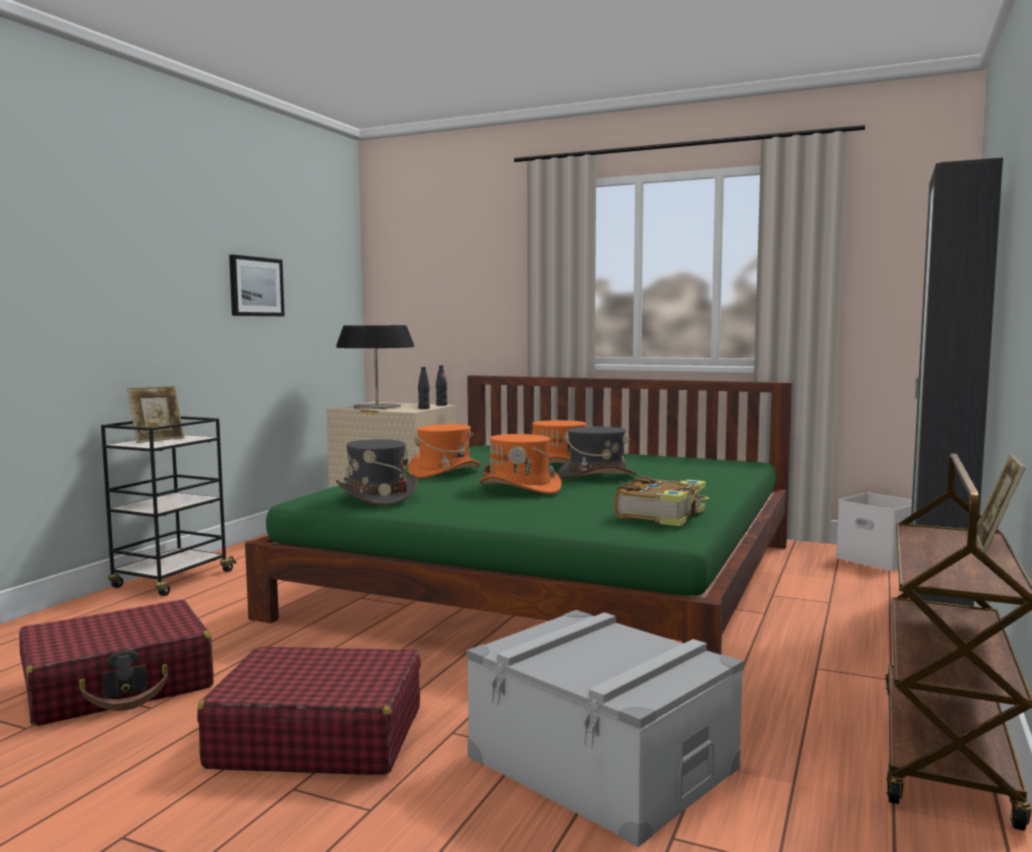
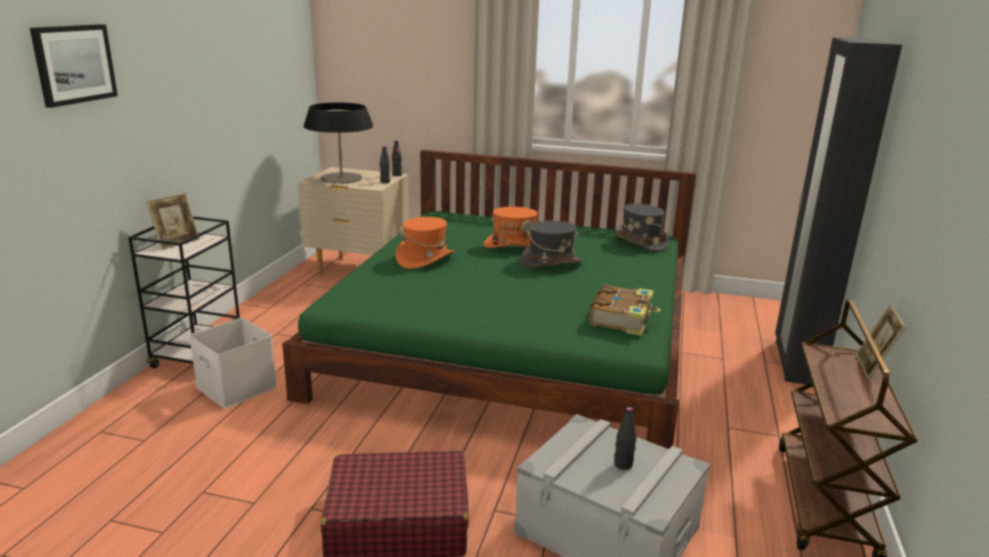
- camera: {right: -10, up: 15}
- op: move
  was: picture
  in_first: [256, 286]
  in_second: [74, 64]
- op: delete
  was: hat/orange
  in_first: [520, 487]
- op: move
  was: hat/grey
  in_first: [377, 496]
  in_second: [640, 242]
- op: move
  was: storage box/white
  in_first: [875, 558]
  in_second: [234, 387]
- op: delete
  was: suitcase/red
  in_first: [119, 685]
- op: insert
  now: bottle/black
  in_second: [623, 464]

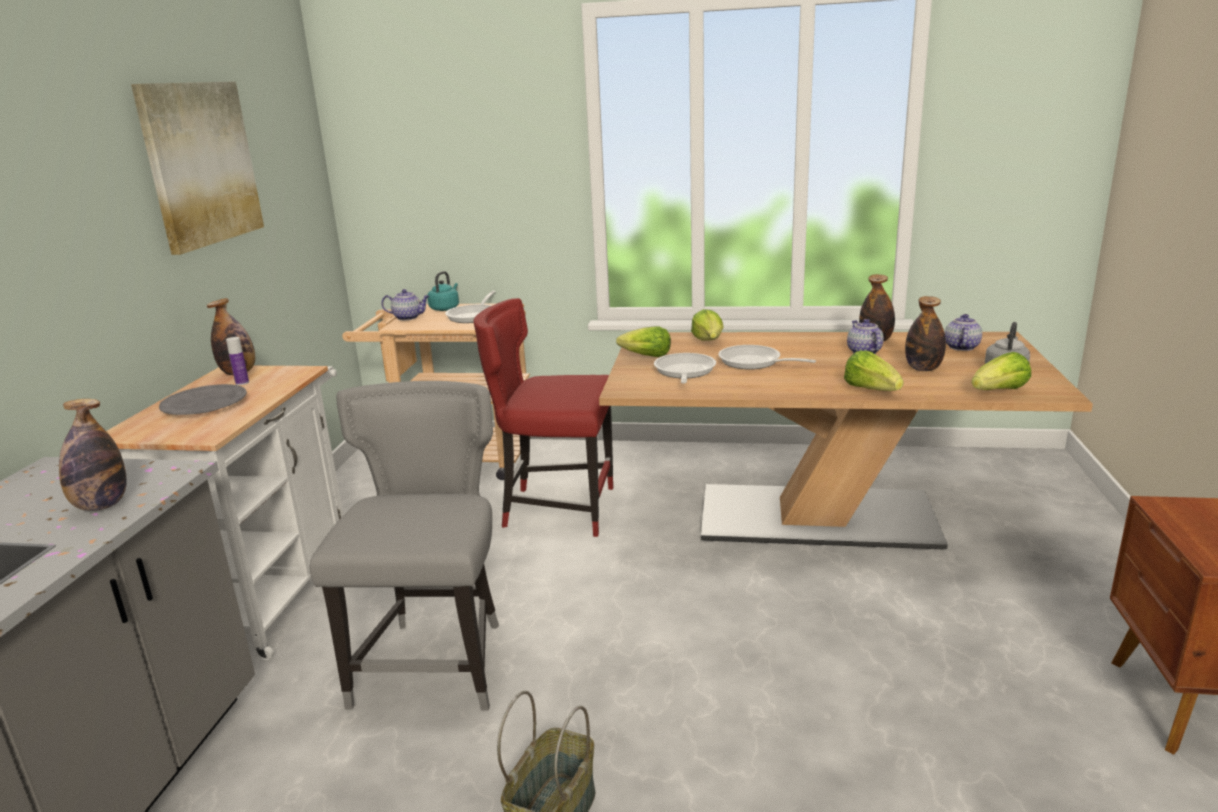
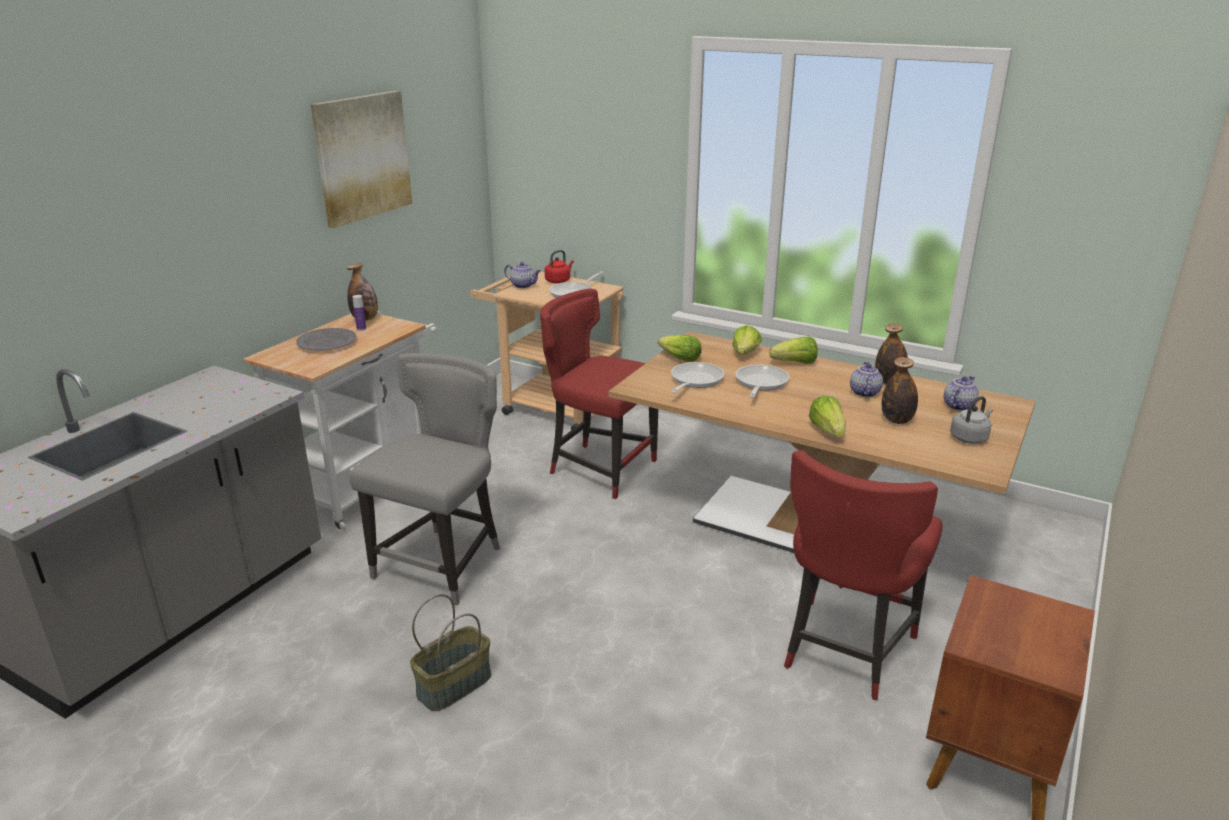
- camera: {right: 20, up: 5}
- op: recolor
  was: kettle/turquoise
  now: kettle/red
  in_first: [445, 308]
  in_second: [559, 281]
- op: rotate
  was: frying pan
  in_first: [754, 362]
  in_second: [760, 383]
  clockwise: 45
- op: move
  was: lettuce
  in_first: [999, 391]
  in_second: [795, 363]
- op: delete
  was: bottle
  in_first: [101, 506]
- op: insert
  now: chair/red
  in_second: [844, 651]

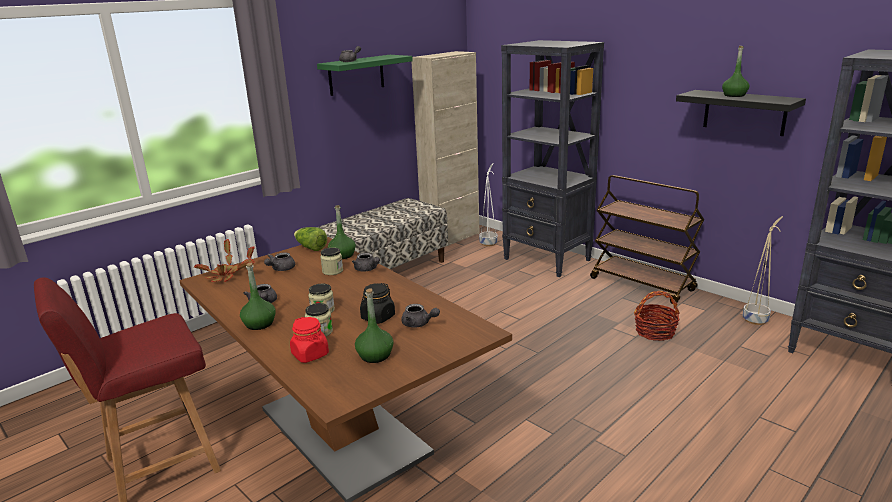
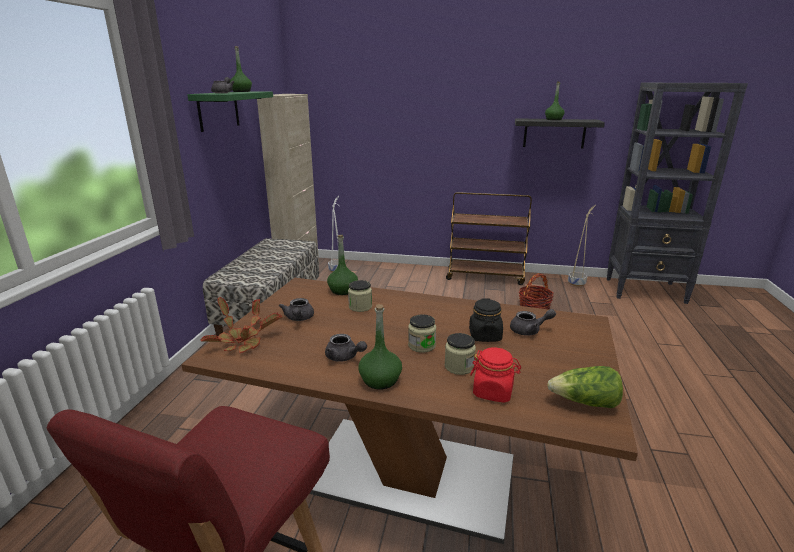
- camera: {right: -35, up: 0}
- op: delete
  was: bookcase/black
  in_first: [547, 260]
- op: move
  was: lettuce
  in_first: [310, 248]
  in_second: [585, 403]
- op: delete
  was: teapot/grey
  in_first: [367, 269]
- op: move
  was: bottle/green
  in_first: [375, 355]
  in_second: [241, 91]

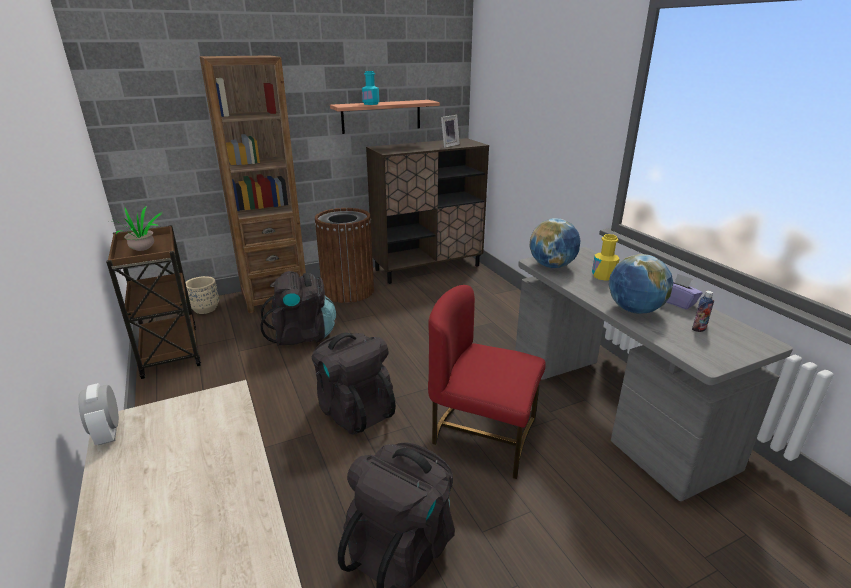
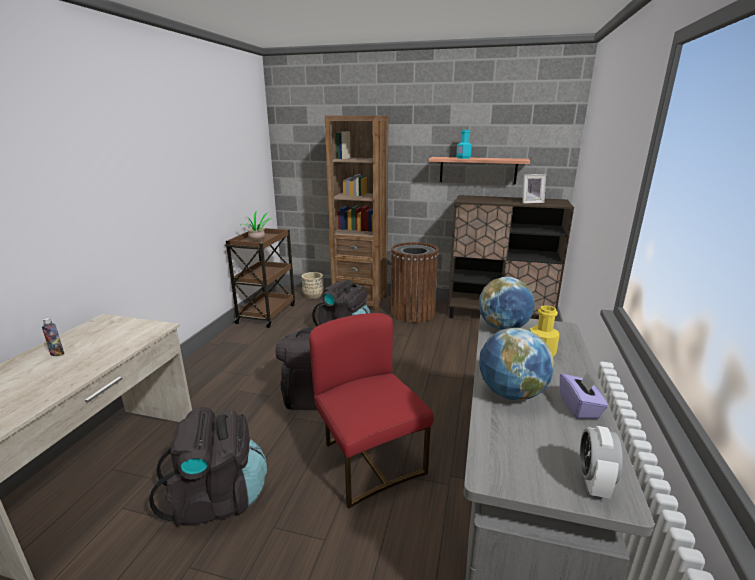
- camera: {right: 40, up: -5}
- op: move
  was: bottle
  in_first: [699, 329]
  in_second: [57, 353]
- op: move
  was: alarm clock
  in_first: [108, 433]
  in_second: [593, 482]

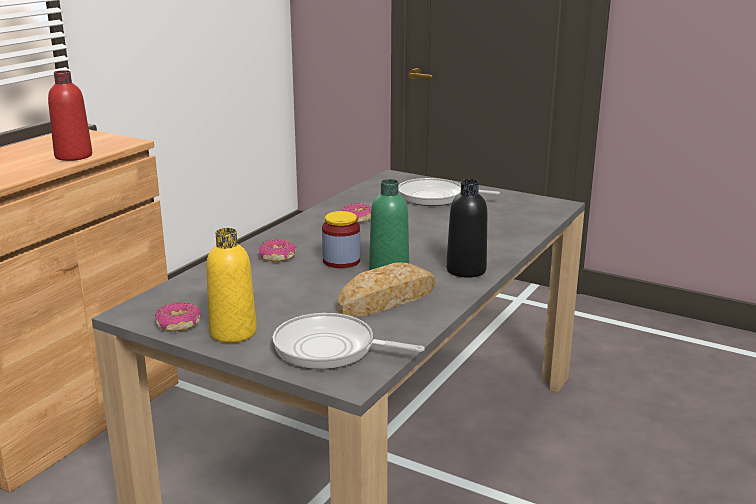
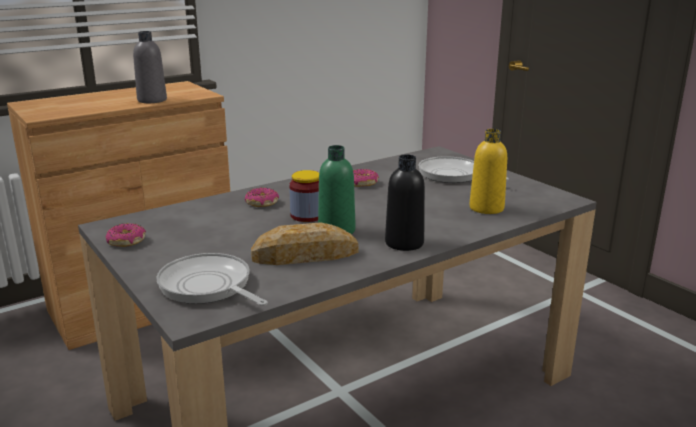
- camera: {right: 25, up: 0}
- op: recolor
  was: bottle/red
  now: bottle/grey
  in_first: [73, 156]
  in_second: [152, 100]
- op: move
  was: bottle/yellow
  in_first: [233, 332]
  in_second: [486, 208]

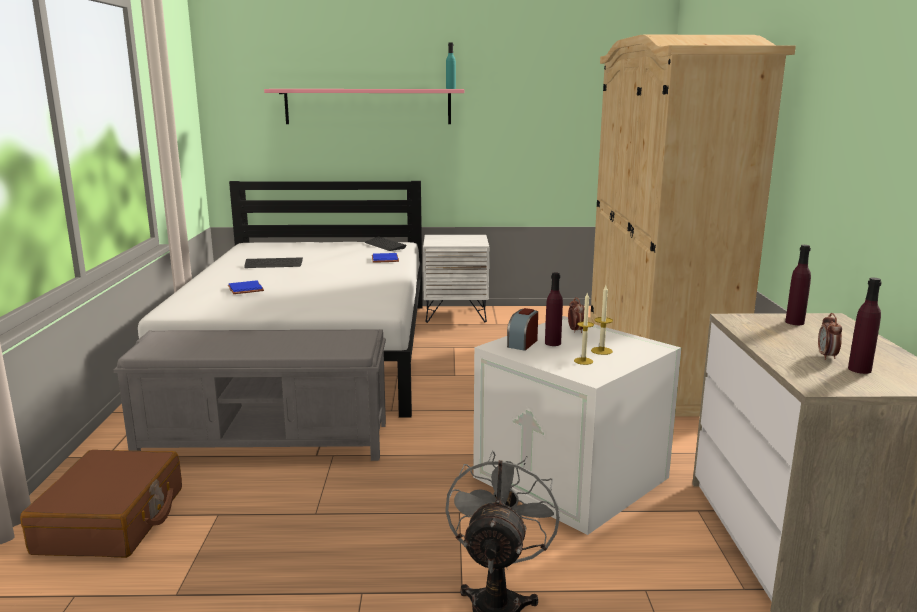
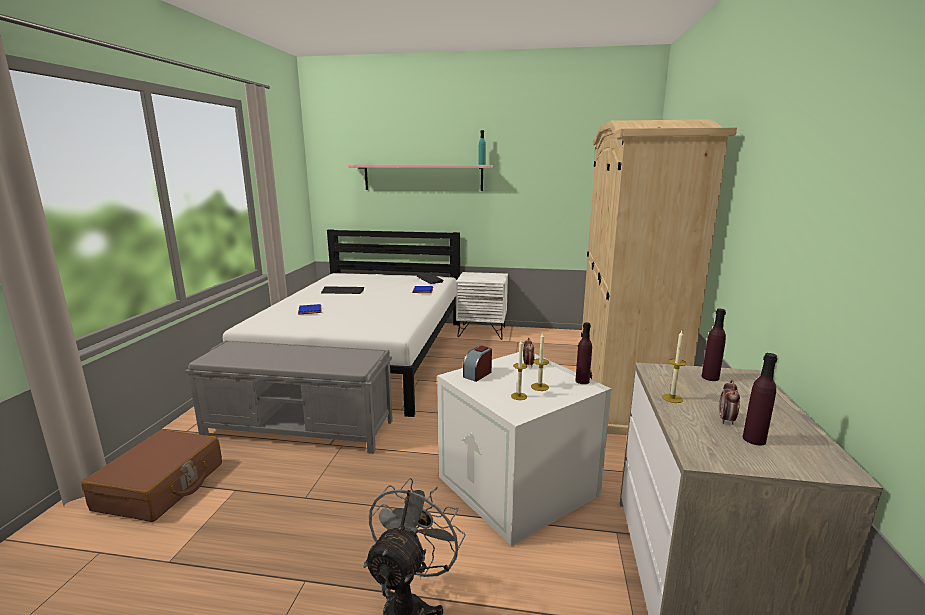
- camera: {right: 10, up: 0}
- op: move
  was: bottle/purple
  in_first: [552, 343]
  in_second: [582, 381]
- op: insert
  now: candle
  in_second: [672, 398]

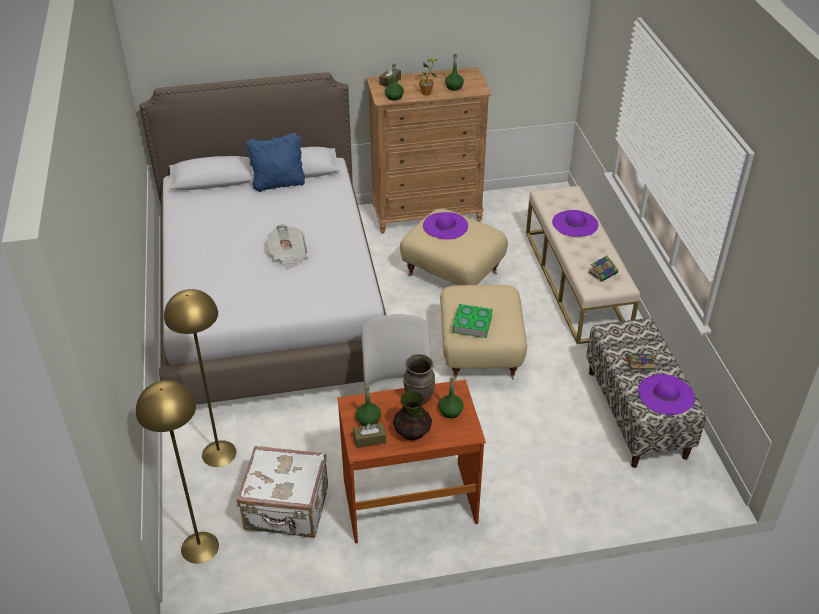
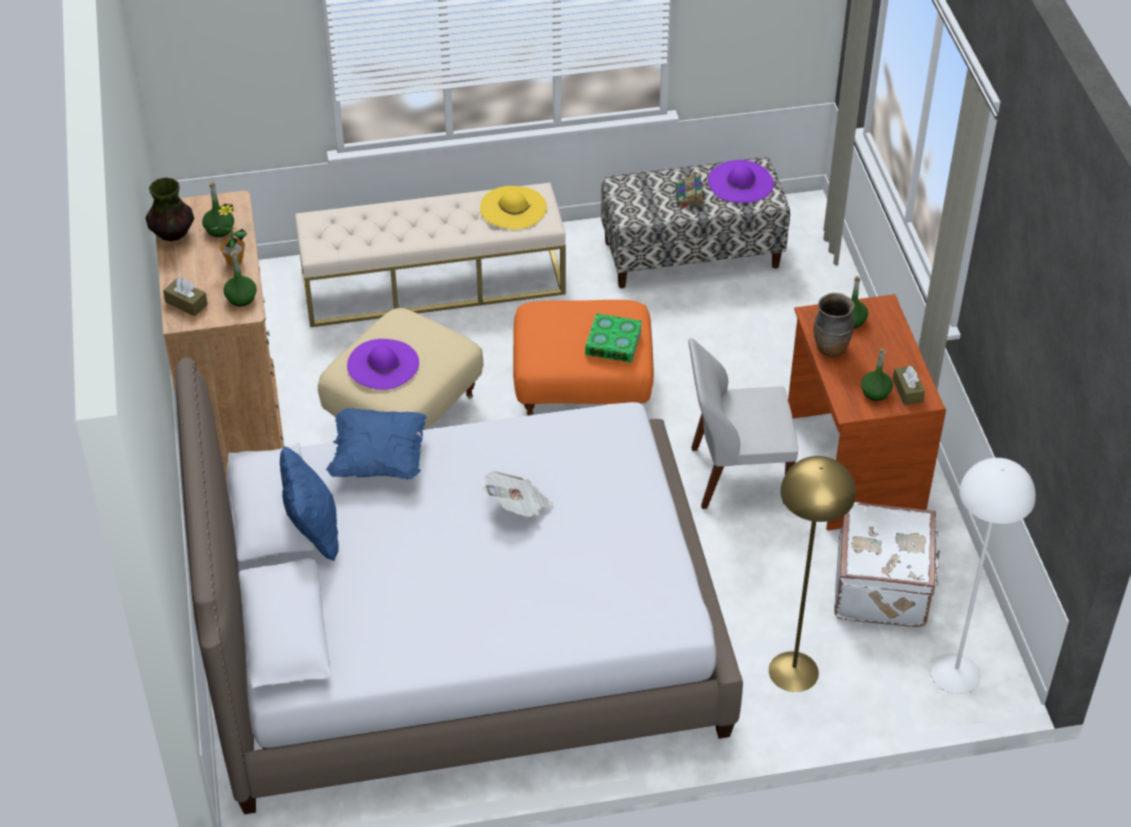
- camera: {right: -90, up: 5}
- op: delete
  was: hat/purple
  in_first: [575, 223]
- op: replace
  was: book
  now: hat/yellow
  in_first: [603, 272]
  in_second: [513, 208]
- op: recolor
  was: ottoman/beige
  now: ottoman/orange
  in_first: [479, 352]
  in_second: [581, 391]
- op: recolor
  was: floor lamp/yellow
  now: floor lamp/white
  in_first: [199, 547]
  in_second: [955, 673]
- op: move
  was: vase
  in_first: [412, 432]
  in_second: [172, 233]
- op: insert
  now: pillow/blue
  in_second: [379, 459]

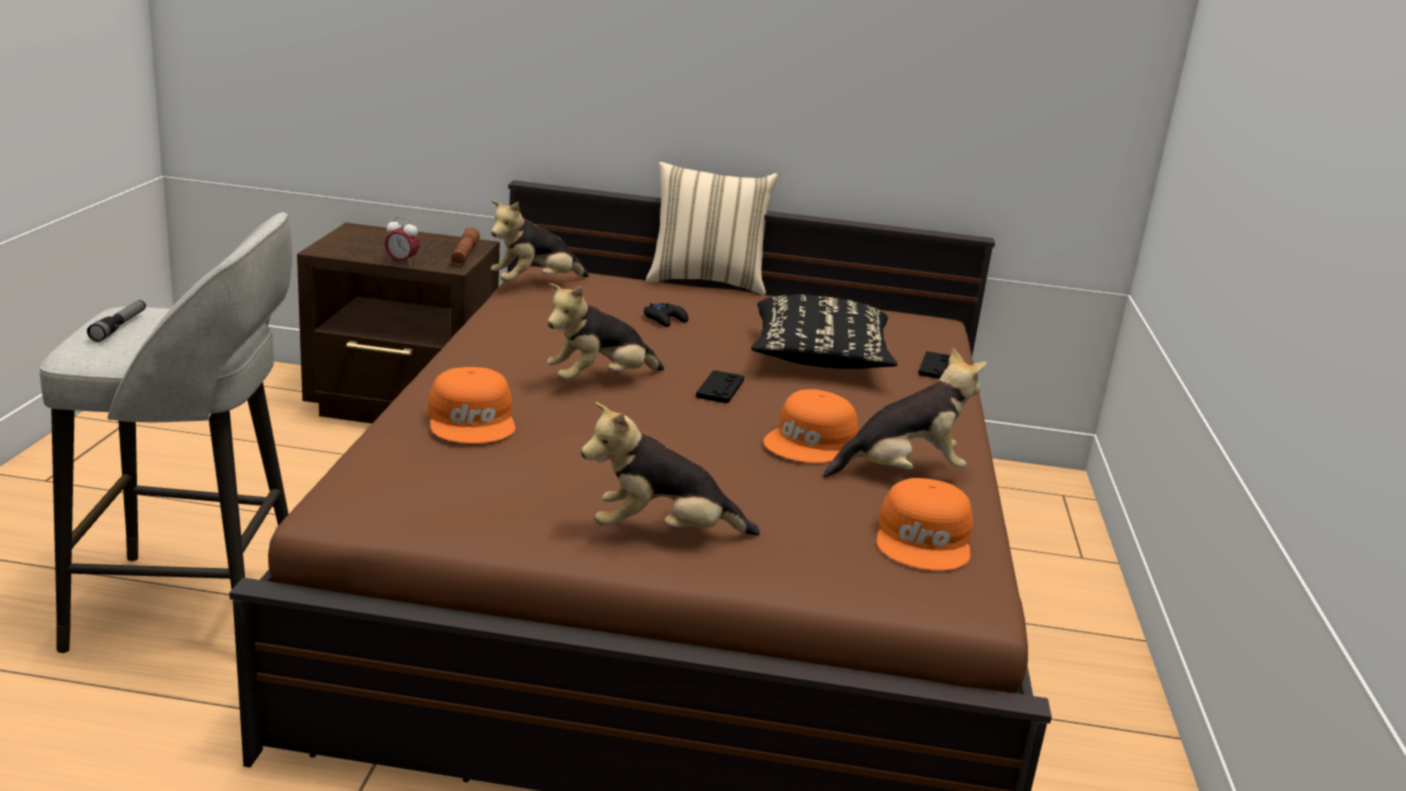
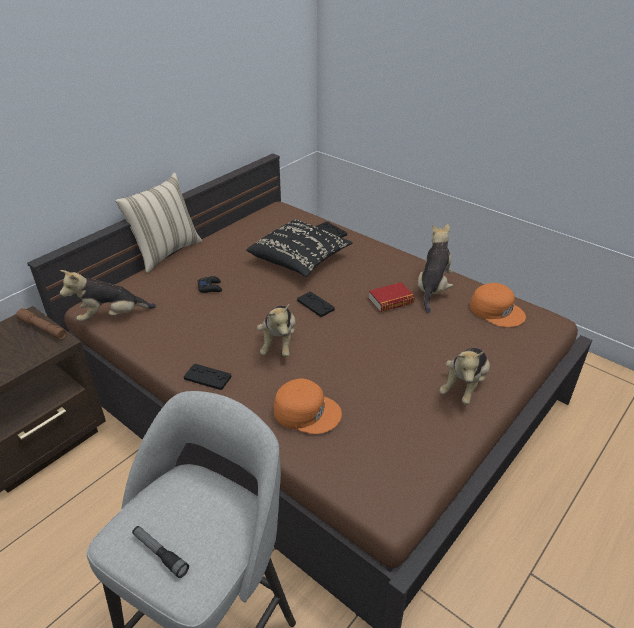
- camera: {right: -55, up: 15}
- op: rotate
  was: plush toy
  in_first: [535, 284]
  in_second: [111, 316]
  clockwise: 75
- op: delete
  was: alarm clock
  in_first: [402, 262]
- op: replace
  was: cap/orange
  now: book
  in_first: [812, 442]
  in_second: [391, 301]
- op: insert
  now: game controller/black
  in_second: [207, 377]

